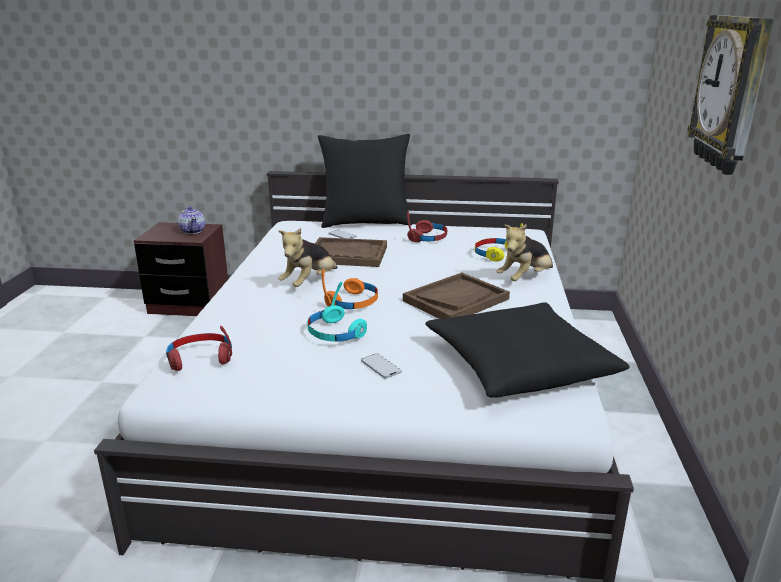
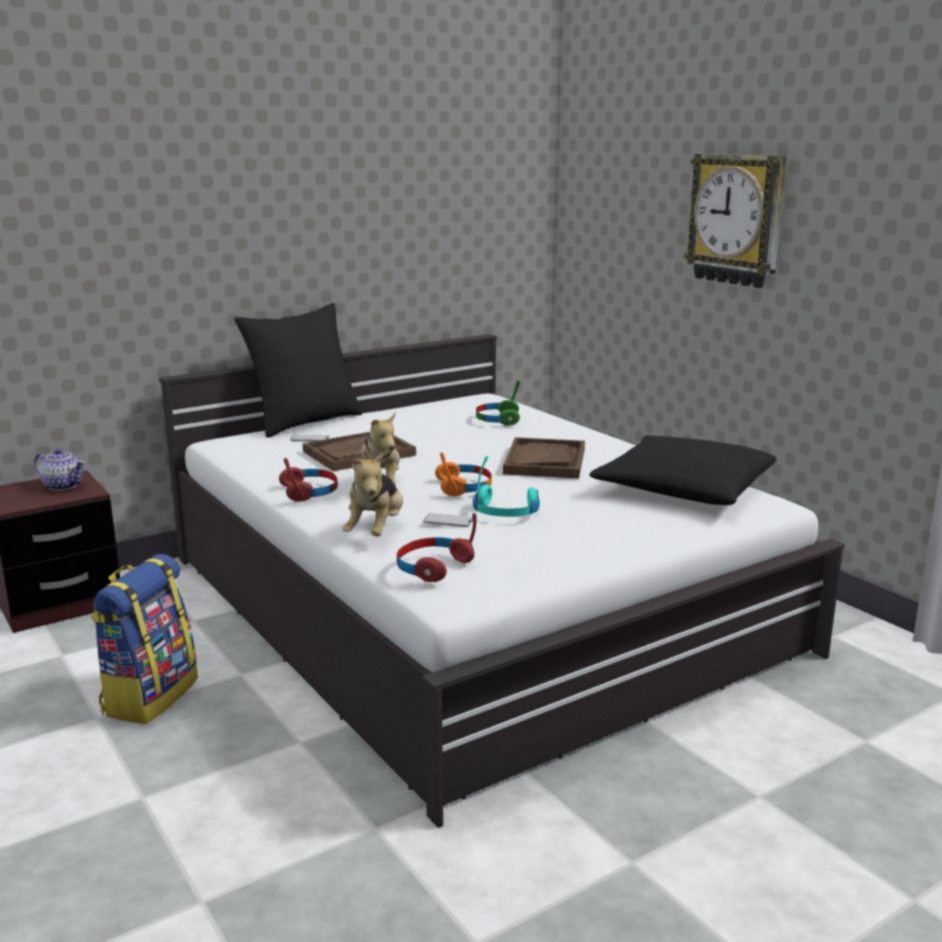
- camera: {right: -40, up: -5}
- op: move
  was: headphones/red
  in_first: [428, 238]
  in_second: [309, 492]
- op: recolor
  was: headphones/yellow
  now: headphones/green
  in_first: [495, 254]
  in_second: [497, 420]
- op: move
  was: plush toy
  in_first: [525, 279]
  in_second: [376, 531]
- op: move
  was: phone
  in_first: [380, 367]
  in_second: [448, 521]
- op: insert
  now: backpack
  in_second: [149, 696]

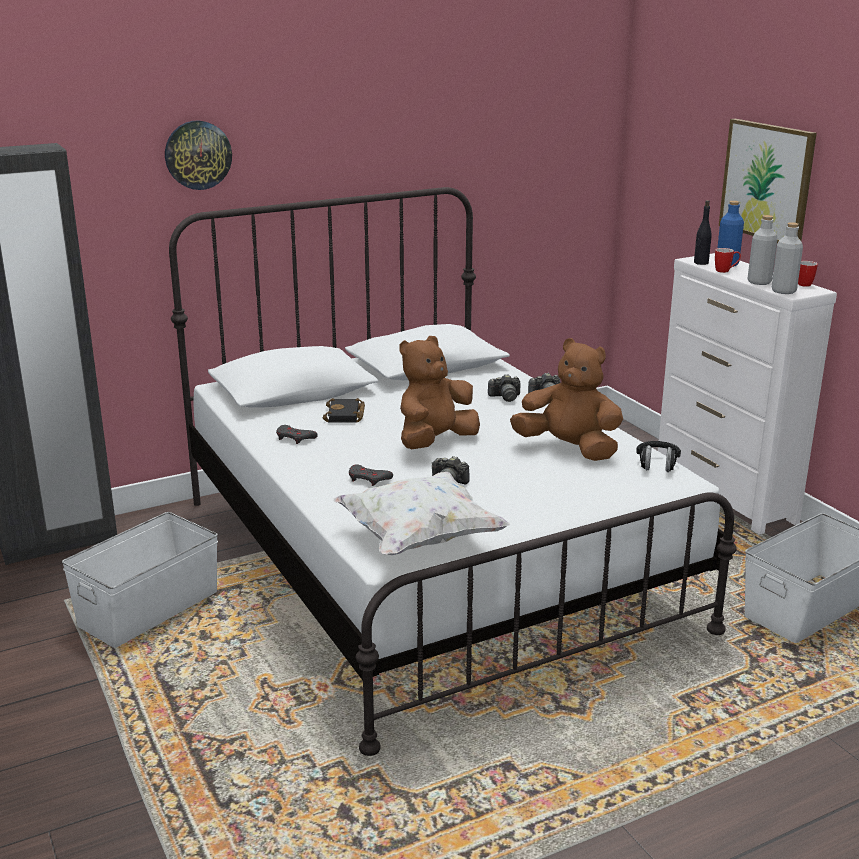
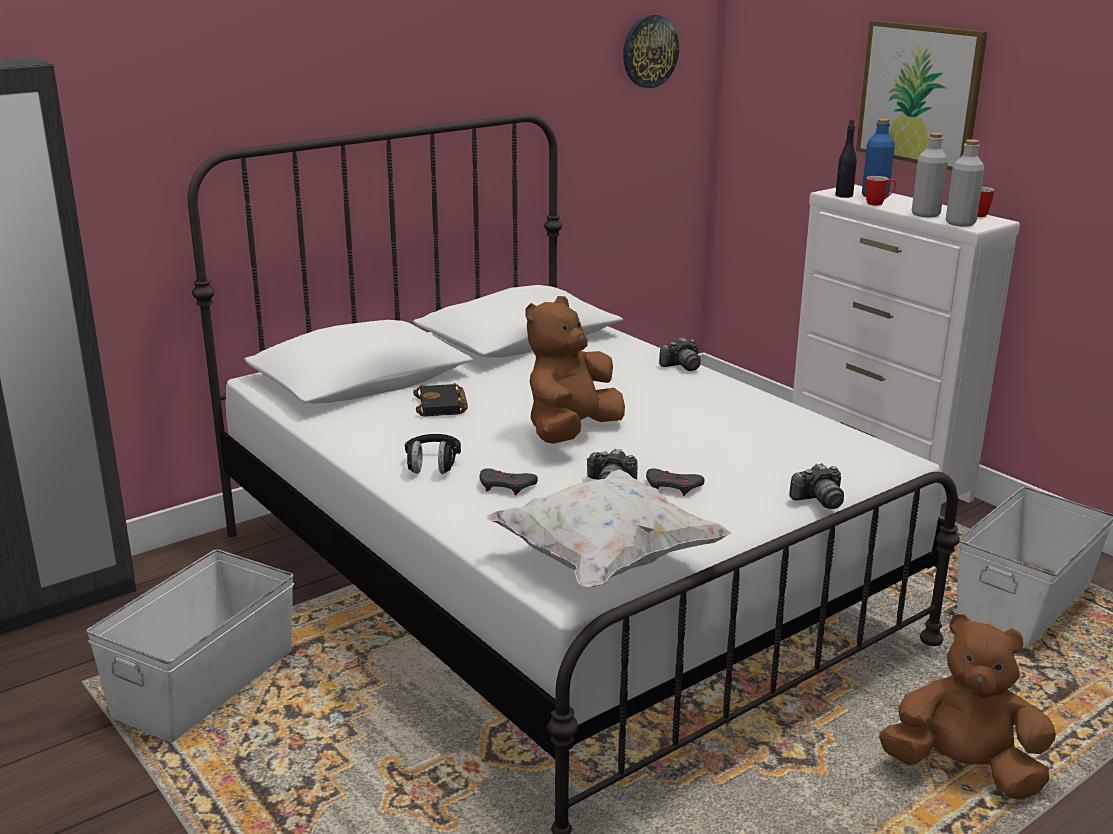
- camera: {right: -10, up: 0}
- op: move
  was: wall clock
  in_first: [198, 155]
  in_second: [649, 51]
- op: move
  was: plush toy/brown
  in_first: [569, 449]
  in_second: [963, 770]
- op: move
  was: photo camera
  in_first: [505, 397]
  in_second: [819, 500]
- op: move
  was: game controller/grey
  in_first: [295, 438]
  in_second: [673, 486]
- op: move
  was: headphones/black
  in_first: [657, 465]
  in_second: [432, 465]

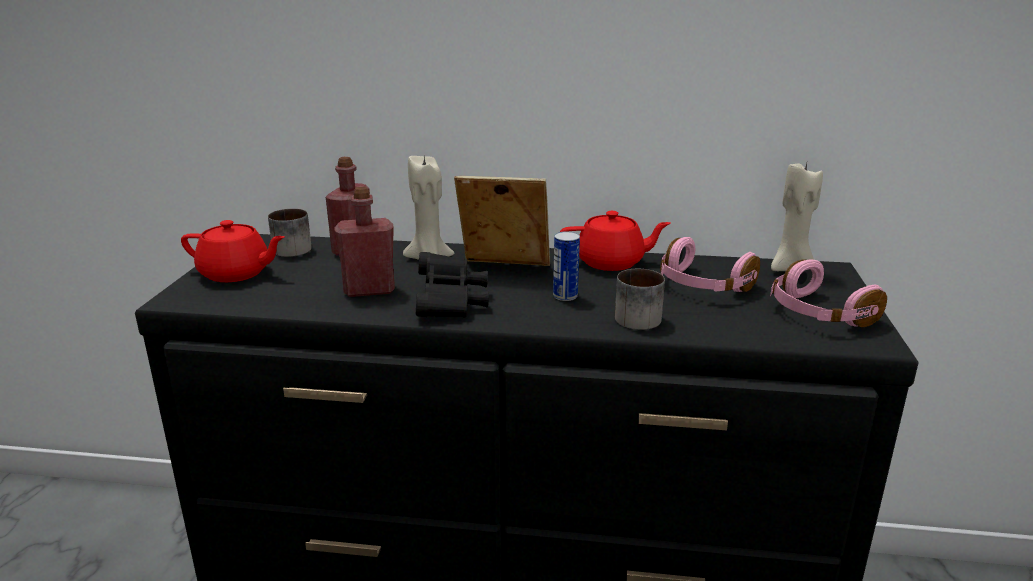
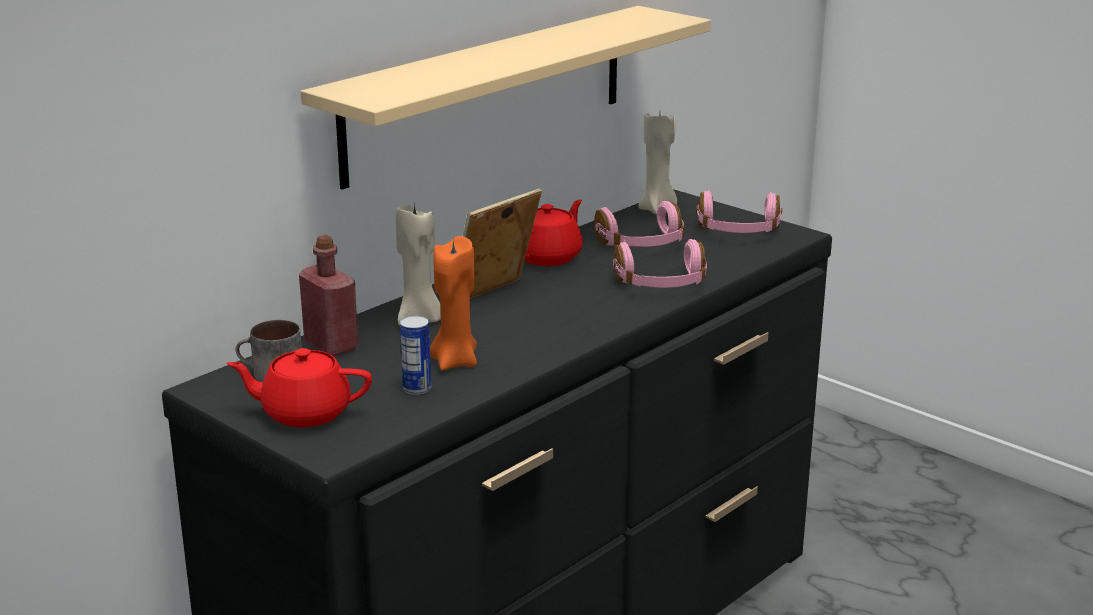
- camera: {right: -55, up: 0}
- op: replace
  was: bottle/red
  now: candle/orange
  in_first: [369, 290]
  in_second: [455, 362]
- op: rotate
  was: teapot/red
  in_first: [236, 274]
  in_second: [304, 413]
  clockwise: -135
- op: move
  was: can
  in_first: [565, 296]
  in_second: [417, 388]
- op: delete
  was: binoculars/black
  in_first: [451, 303]
- op: replace
  was: mug
  now: headphones/pink
  in_first: [632, 317]
  in_second: [661, 285]
- op: insert
  now: shelf/beige
  in_second: [488, 93]

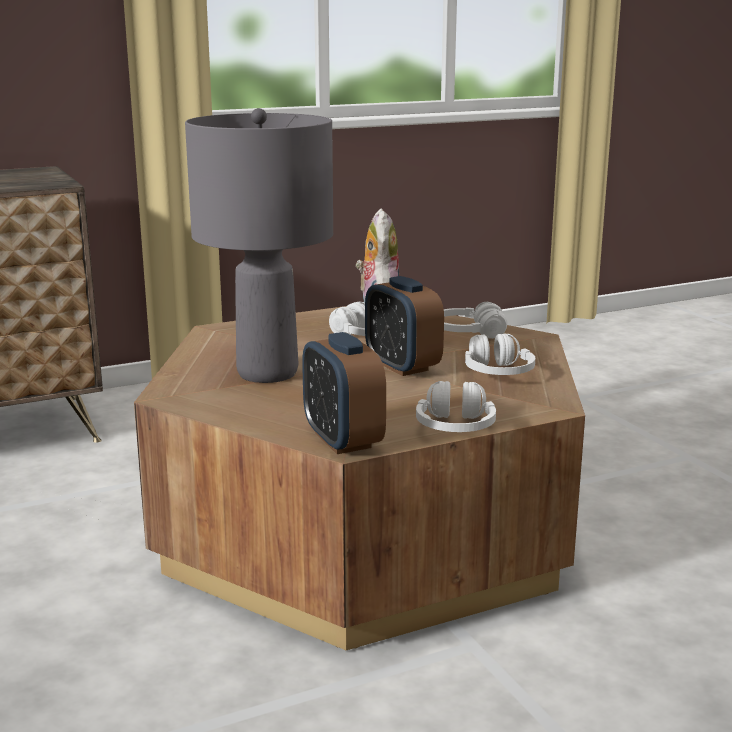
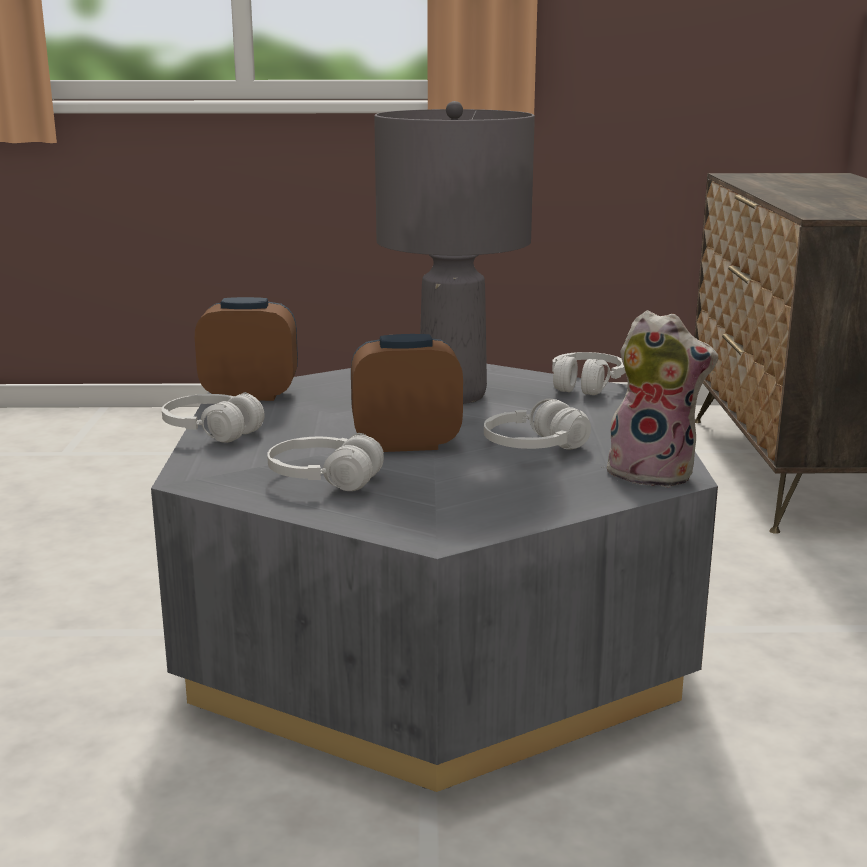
- camera: {right: 115, up: 0}
- op: move
  was: headphones/white
  in_first: [467, 334]
  in_second: [586, 385]
- op: recolor
  was: coffee table/brown
  now: coffee table/grey
  in_first: [366, 529]
  in_second: [432, 633]

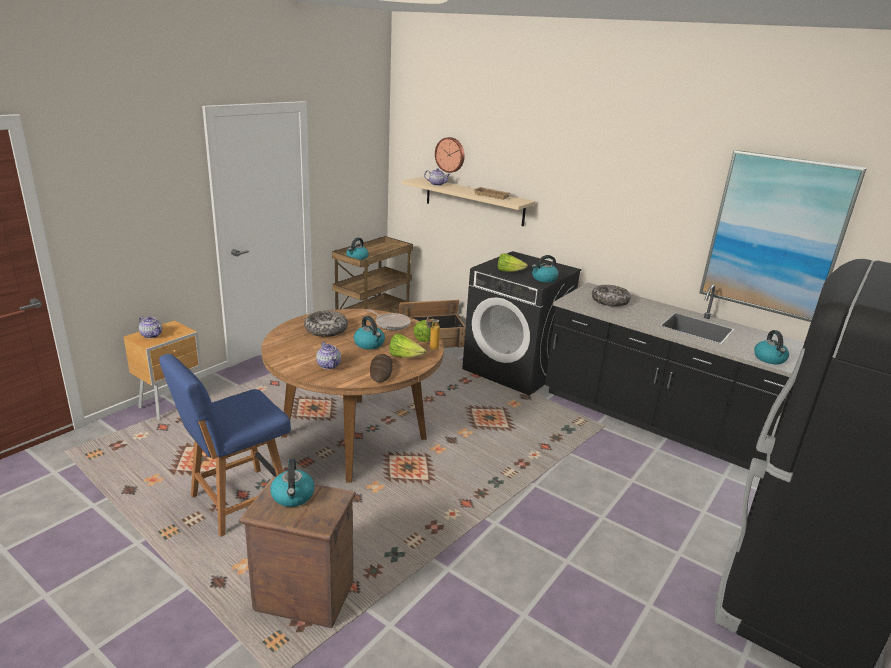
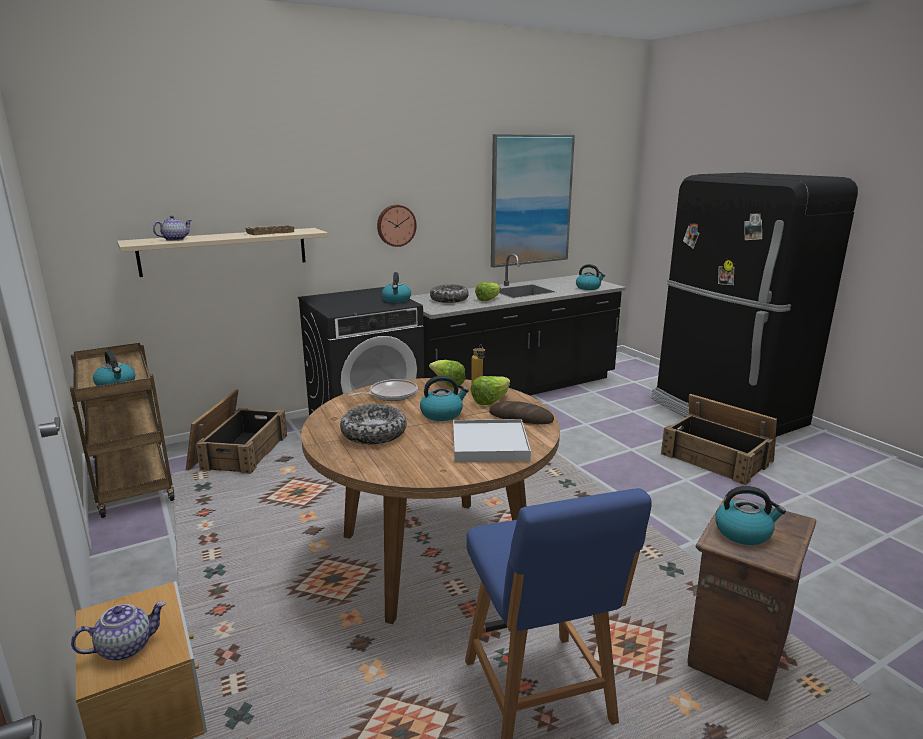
- camera: {right: -65, up: -5}
- op: move
  was: wall clock
  in_first: [450, 154]
  in_second: [396, 225]
- op: move
  was: lettuce
  in_first: [509, 271]
  in_second: [488, 299]
- op: replace
  was: teapot
  now: tray/white
  in_first: [329, 365]
  in_second: [489, 444]
- op: insert
  now: crate
  in_second: [717, 457]

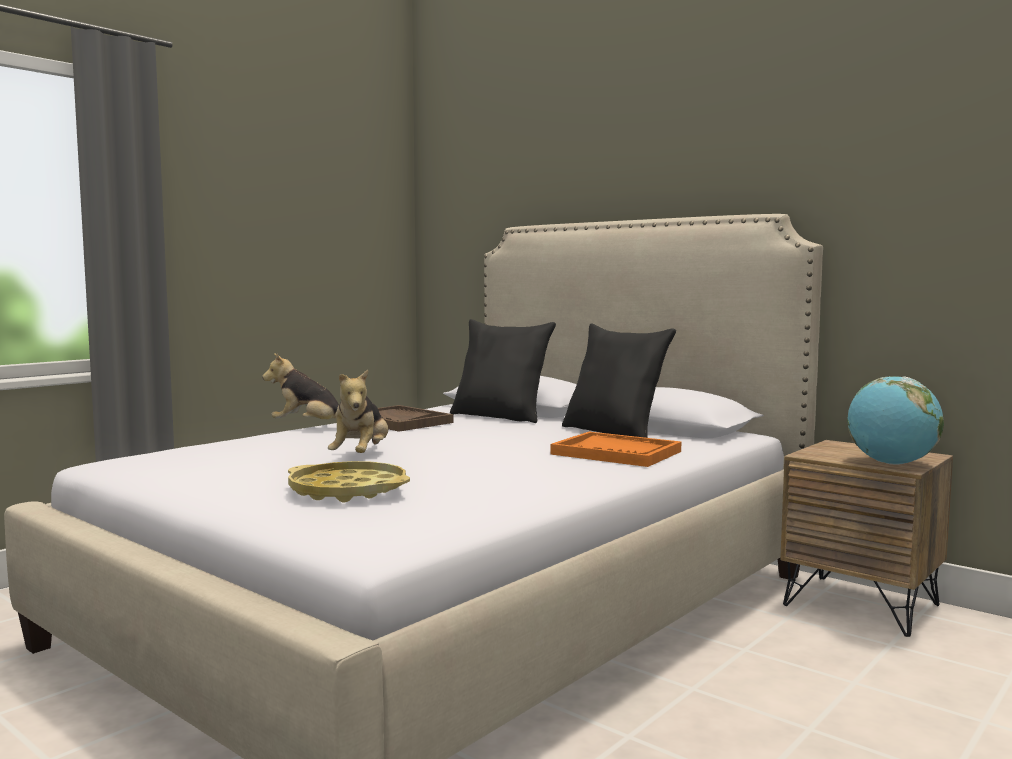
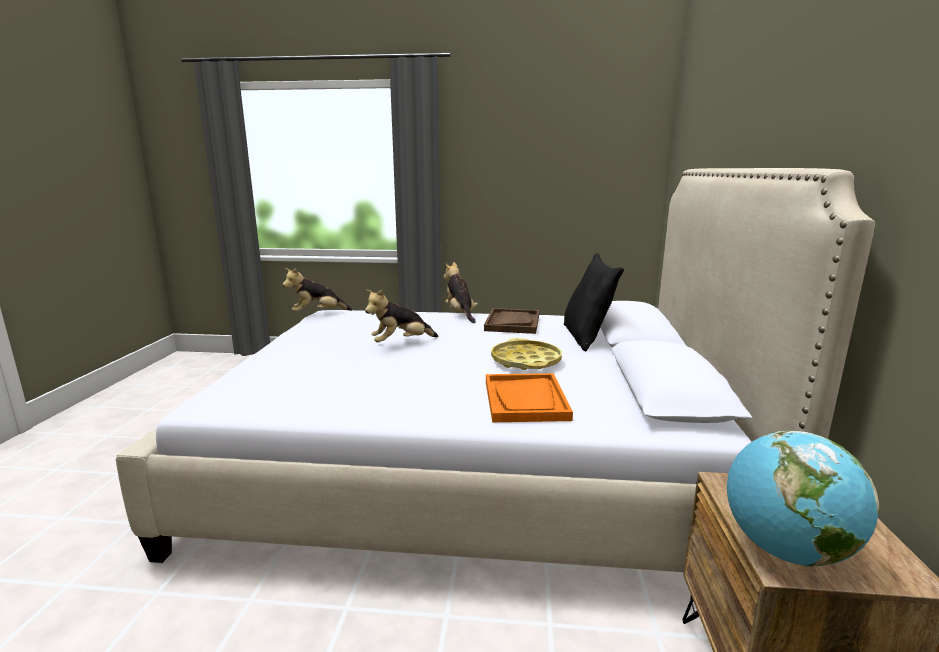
- camera: {right: 55, up: 10}
- op: delete
  was: pillow/black
  in_first: [614, 432]
- op: move
  was: tray/yellow
  in_first: [348, 491]
  in_second: [526, 361]
- op: insert
  now: plush toy
  in_second: [317, 314]

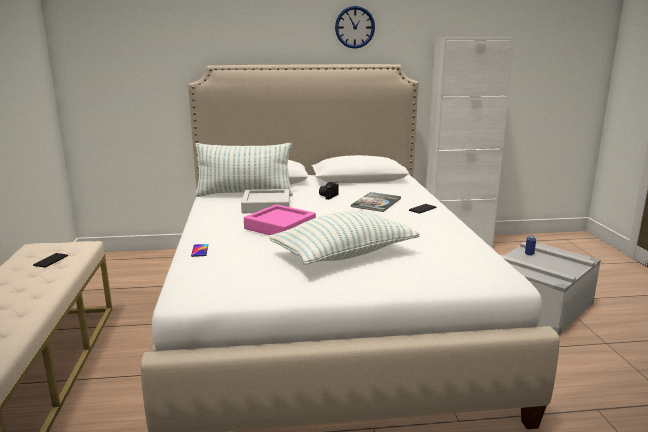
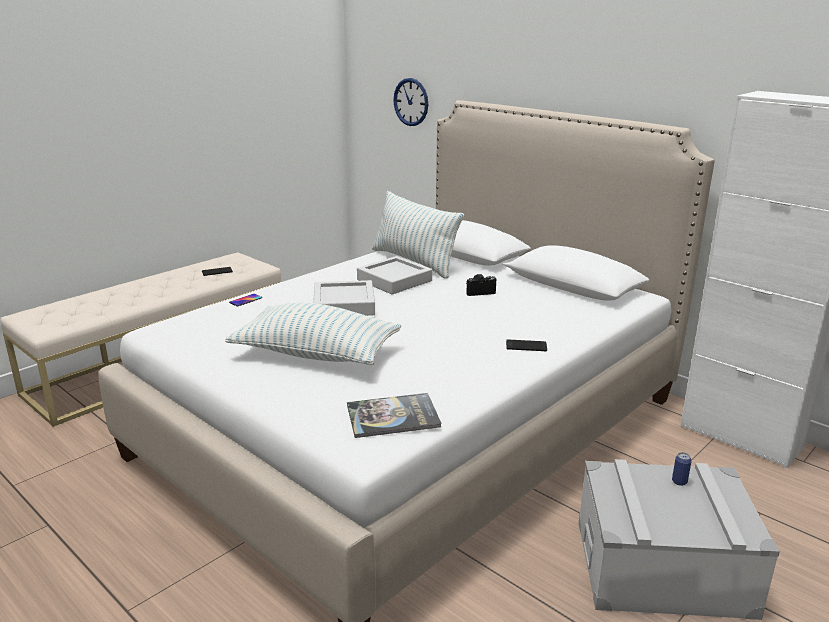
- camera: {right: 50, up: 5}
- op: move
  was: wall clock
  in_first: [354, 27]
  in_second: [411, 102]
- op: move
  was: book
  in_first: [376, 203]
  in_second: [393, 416]
- op: recolor
  was: tray/pink
  now: tray/grey
  in_first: [280, 226]
  in_second: [344, 305]

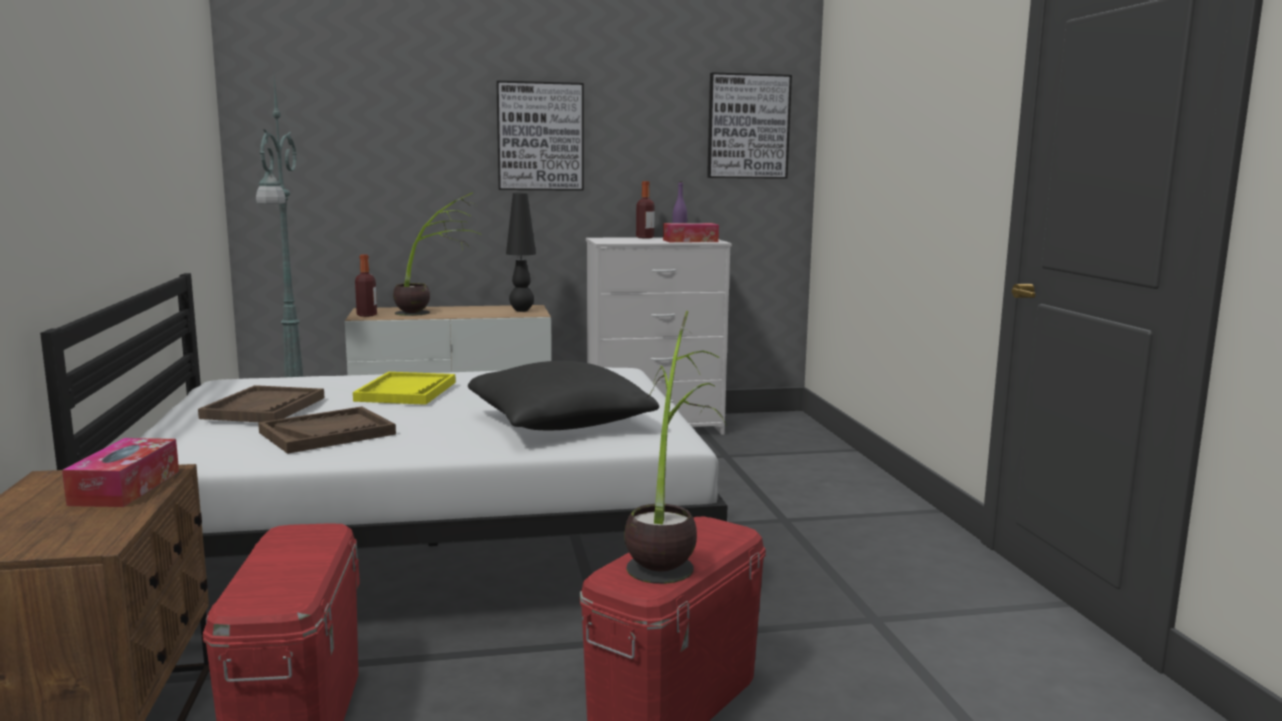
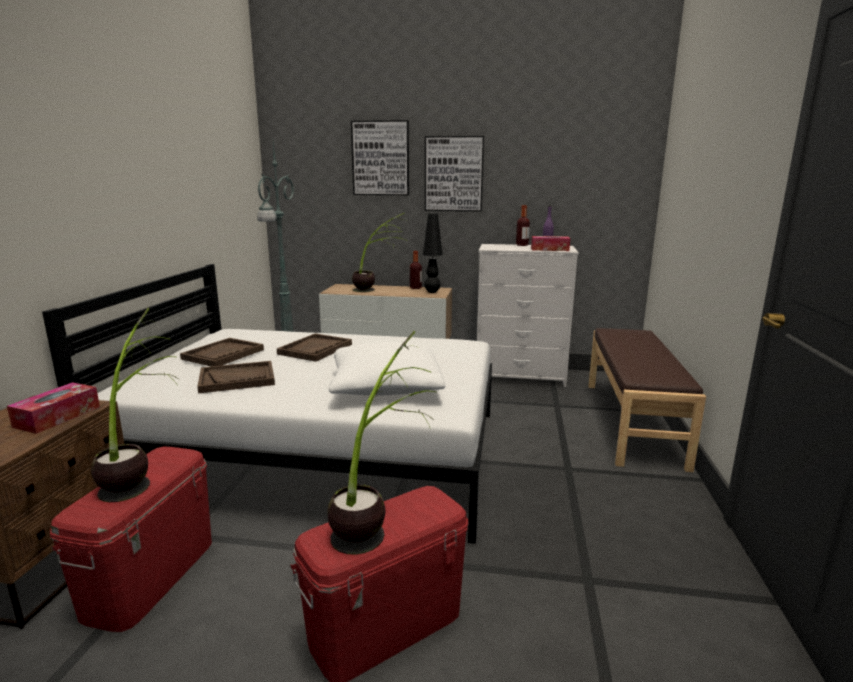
- camera: {right: 20, up: 5}
- op: move
  was: picture
  in_first: [748, 126]
  in_second: [380, 158]
- op: move
  was: bottle
  in_first: [367, 315]
  in_second: [415, 288]
- op: recolor
  was: pillow/black
  now: pillow/white
  in_first: [559, 423]
  in_second: [385, 387]
- op: recolor
  was: tray/yellow
  now: tray/brown
  in_first: [406, 391]
  in_second: [315, 349]
- op: insert
  now: potted plant
  in_second: [141, 473]
- op: insert
  now: bench/brown
  in_second: [633, 422]

